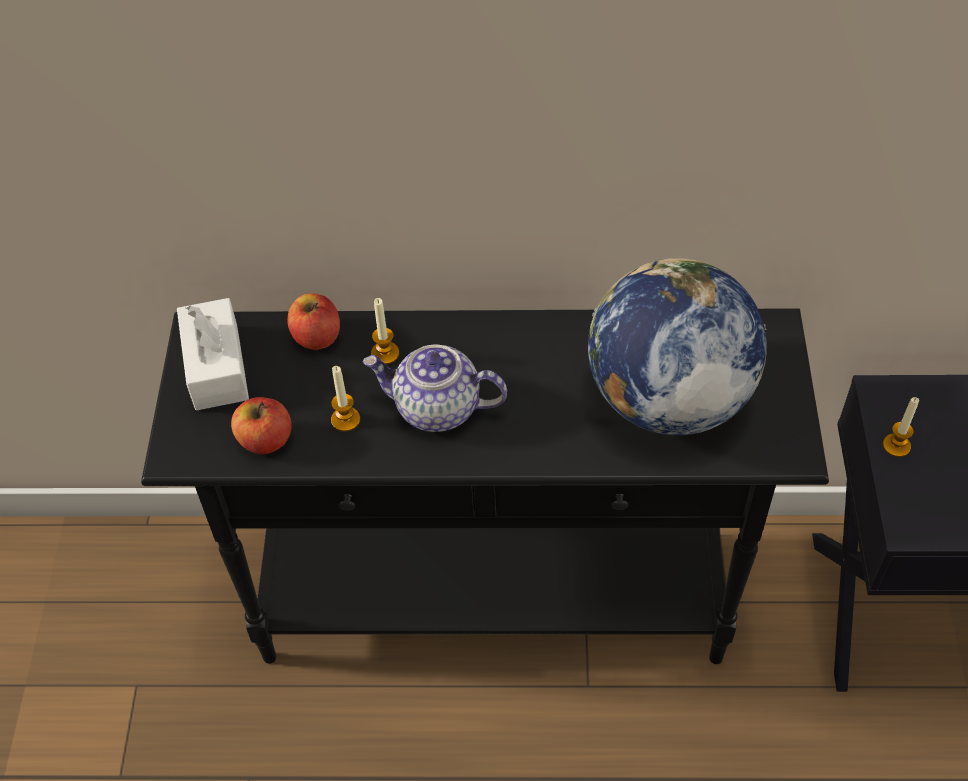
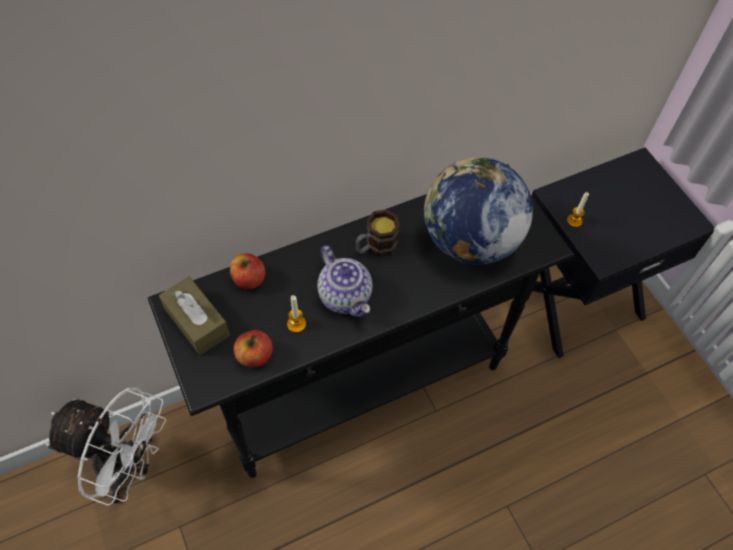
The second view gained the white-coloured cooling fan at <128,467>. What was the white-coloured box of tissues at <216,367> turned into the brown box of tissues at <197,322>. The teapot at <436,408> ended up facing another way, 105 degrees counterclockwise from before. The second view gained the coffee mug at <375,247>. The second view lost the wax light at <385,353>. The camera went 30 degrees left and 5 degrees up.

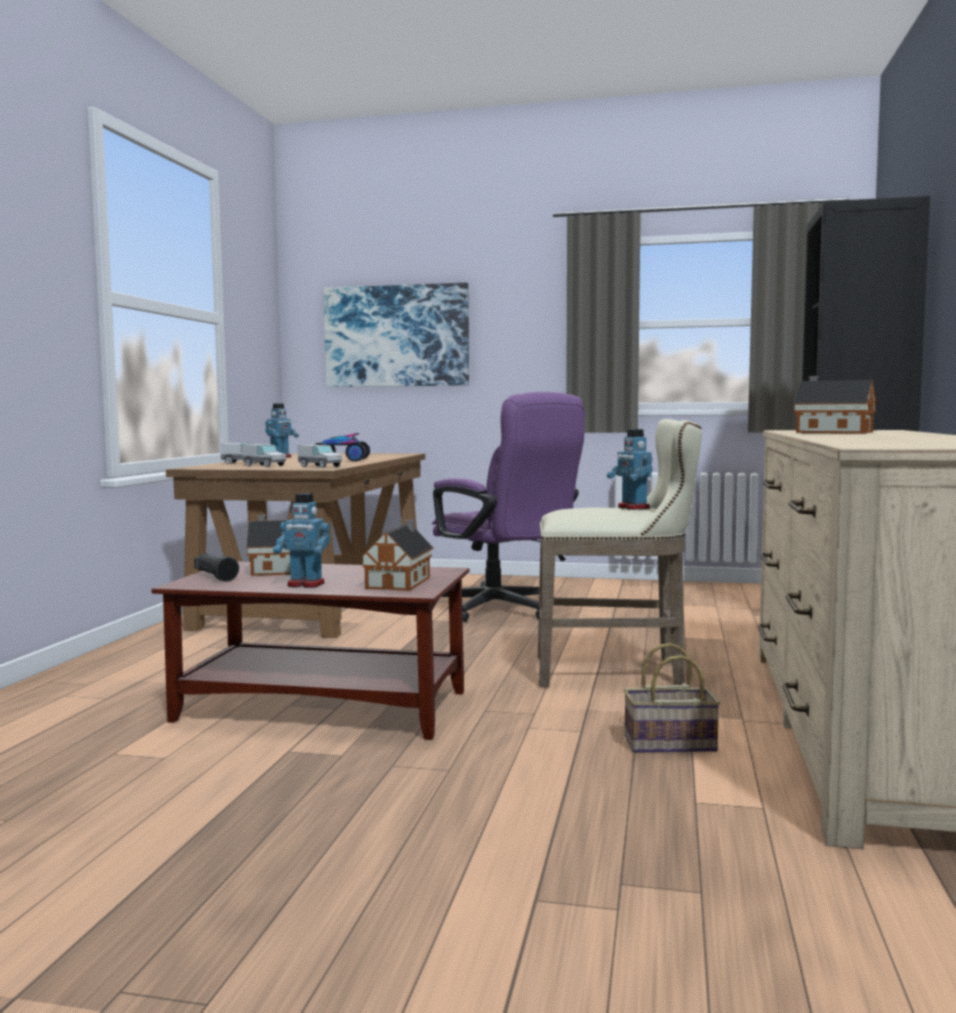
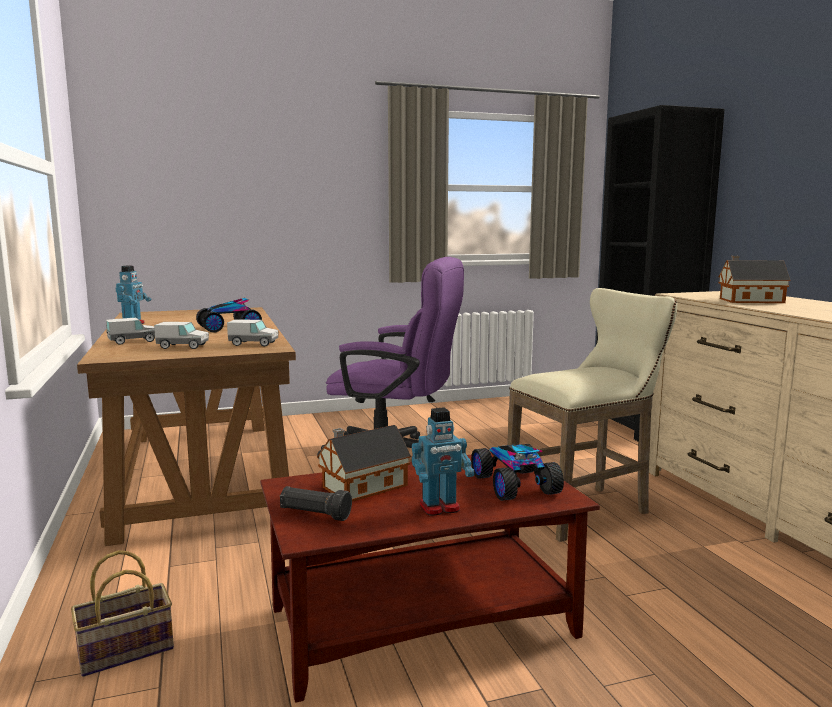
The storage basket ended up elsewhere, having gone from <668,744> to <123,652>. Where the miniature house stood at <400,582>, the model car came to stand at <516,484>. The second view lost the picture at <396,336>. The second view lost the toy robot at <632,508>. The camera went 30 degrees left and 5 degrees up.

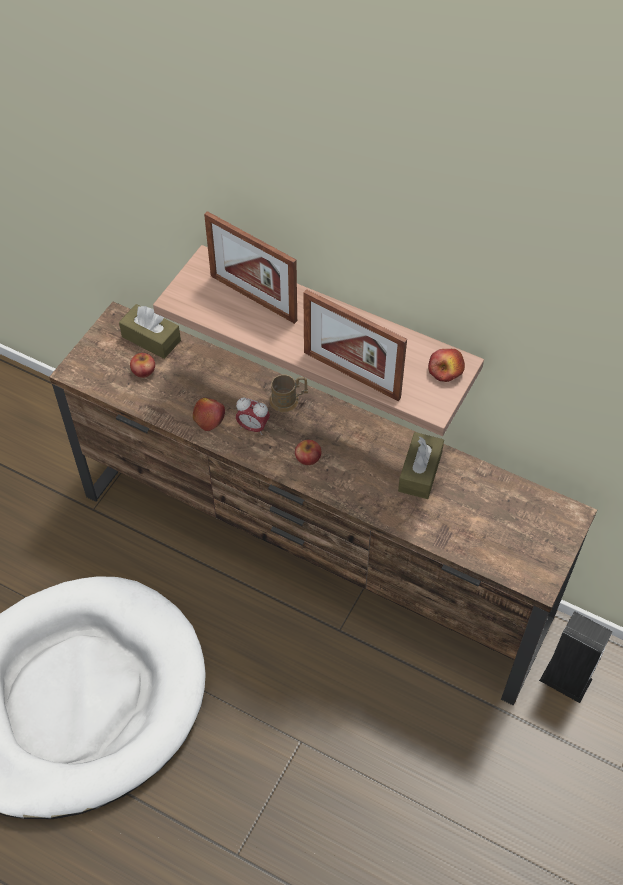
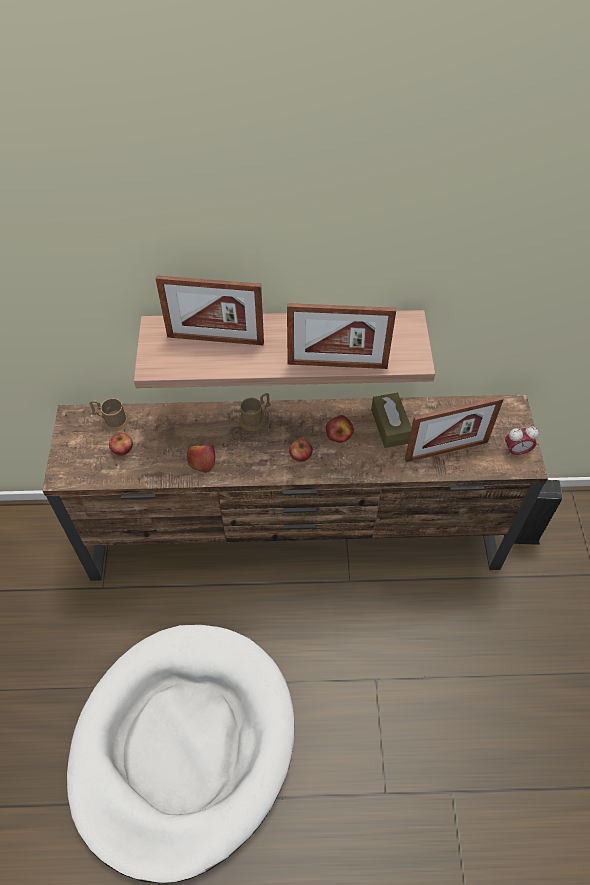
Where the brown box of tissues stood at <151,339>, the brown coffee mug came to stand at <111,420>. The apple fruit ended up elsewhere, having gone from <446,370> to <339,433>. The second view gained the standing frame at <446,451>. The alarm clock ended up elsewhere, having gone from <253,427> to <516,451>. The camera went 30 degrees left and 0 degrees up.

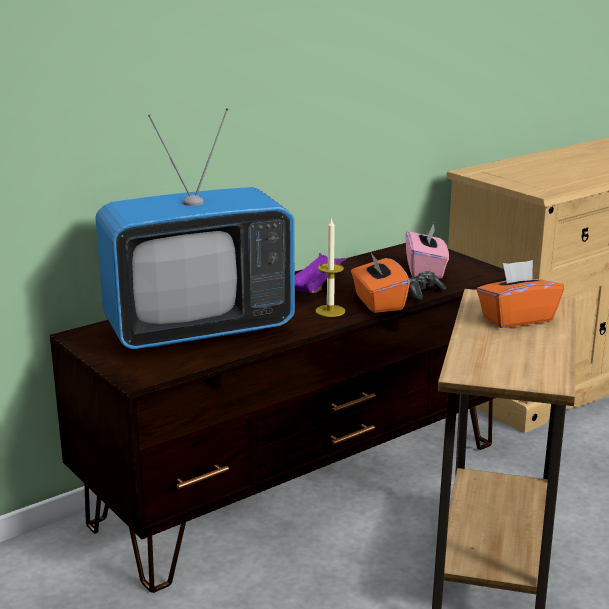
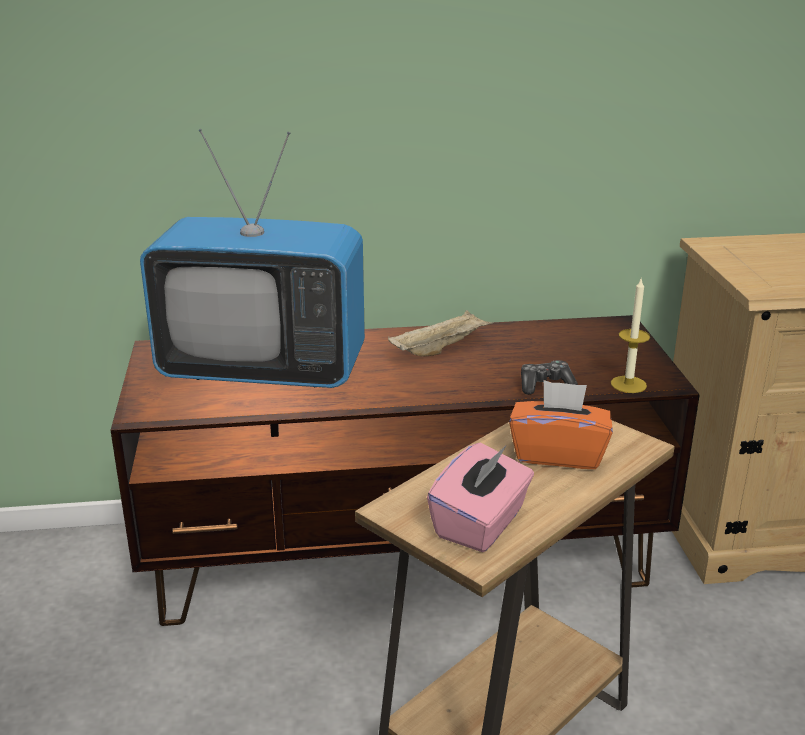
What was the purplish serving tray at <316,286> turned into the beige serving tray at <440,348>. The pink box of tissues ended up elsewhere, having gone from <425,271> to <481,524>. The wax light ended up elsewhere, having gone from <330,311> to <628,384>. The second view lost the orangey box of tissues at <378,302>. The camera went 30 degrees right and 5 degrees up.

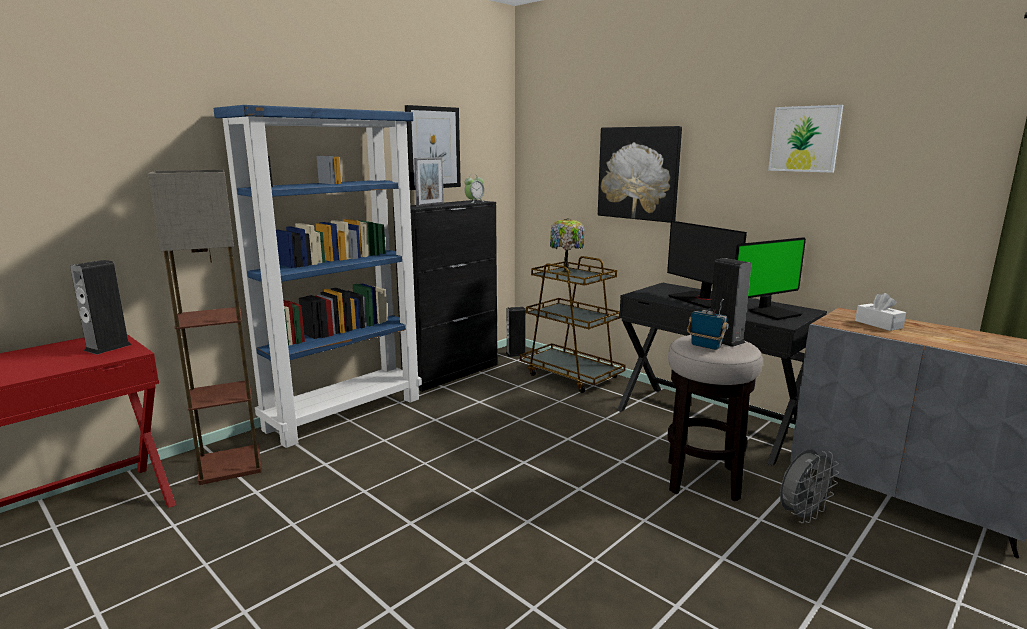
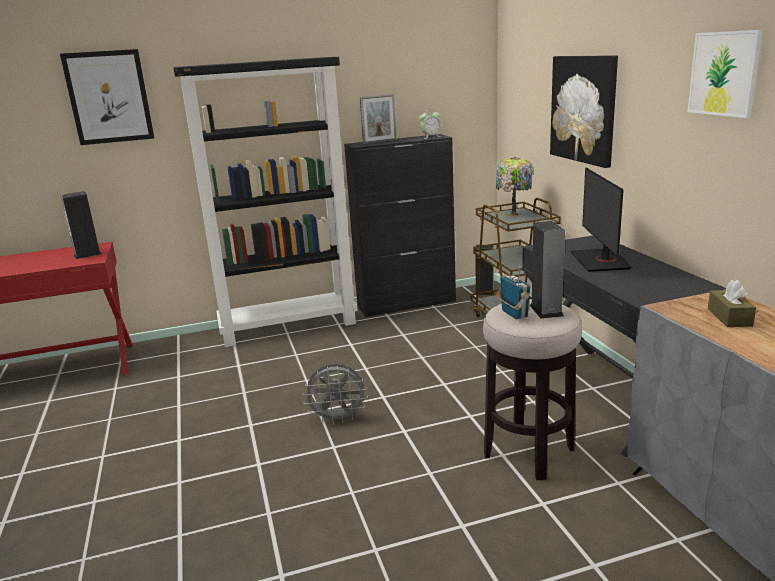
The picture ended up elsewhere, having gone from <432,148> to <109,97>. What was the blue bookshelf at <345,413> turned into the black bookshelf at <289,326>. The gray cooling fan ended up elsewhere, having gone from <802,515> to <338,419>. What was the white-coloured box of tissues at <878,324> turned into the brown box of tissues at <729,317>. The second view lost the floor lamp at <231,464>. The second view lost the monitor at <773,313>. The camera went 30 degrees right and 5 degrees up.

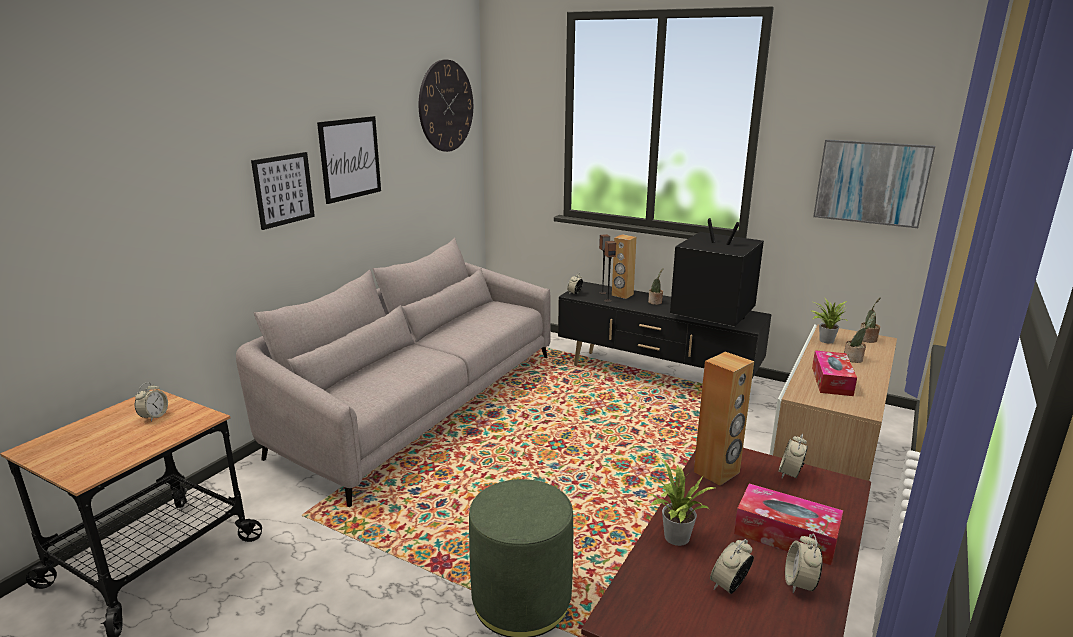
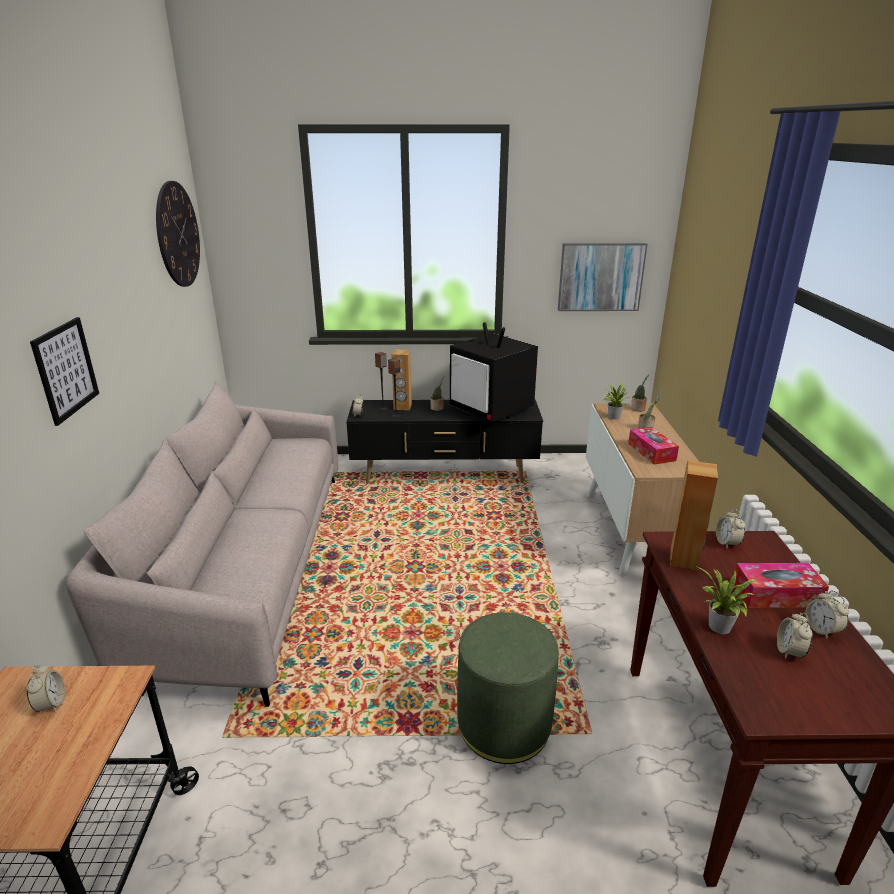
The TV at <711,314> ended up facing another way, 135 degrees counterclockwise from before. The second view lost the picture at <350,158>. The camera went 30 degrees left and 5 degrees up.

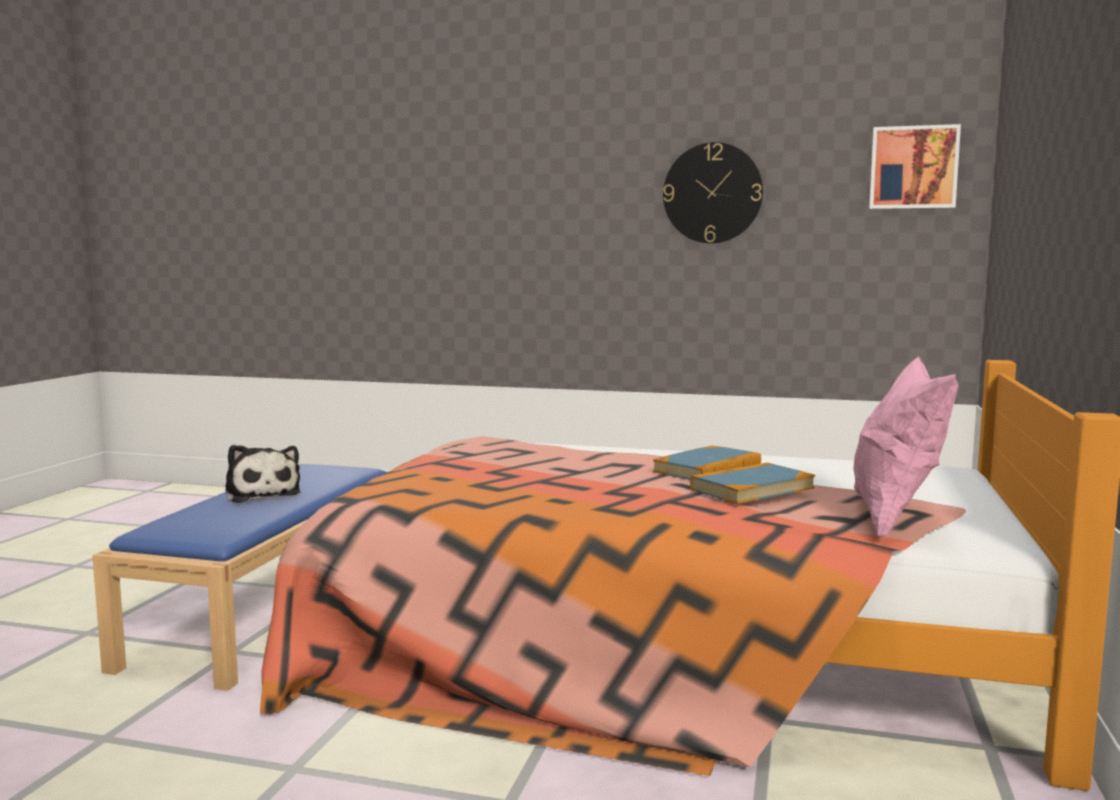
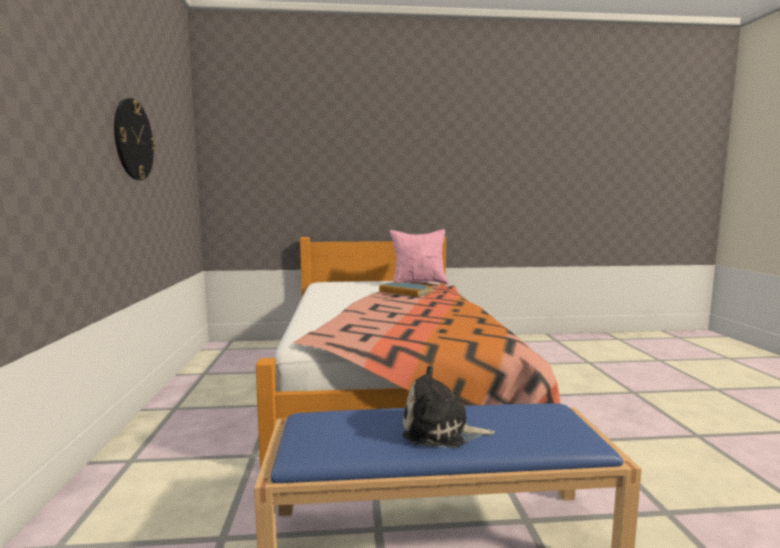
The soft toy at <262,494> ended up facing another way, 120 degrees counterclockwise from before. The second view lost the book at <707,469>. The second view lost the picture at <913,168>. The camera went 110 degrees left and 0 degrees up.

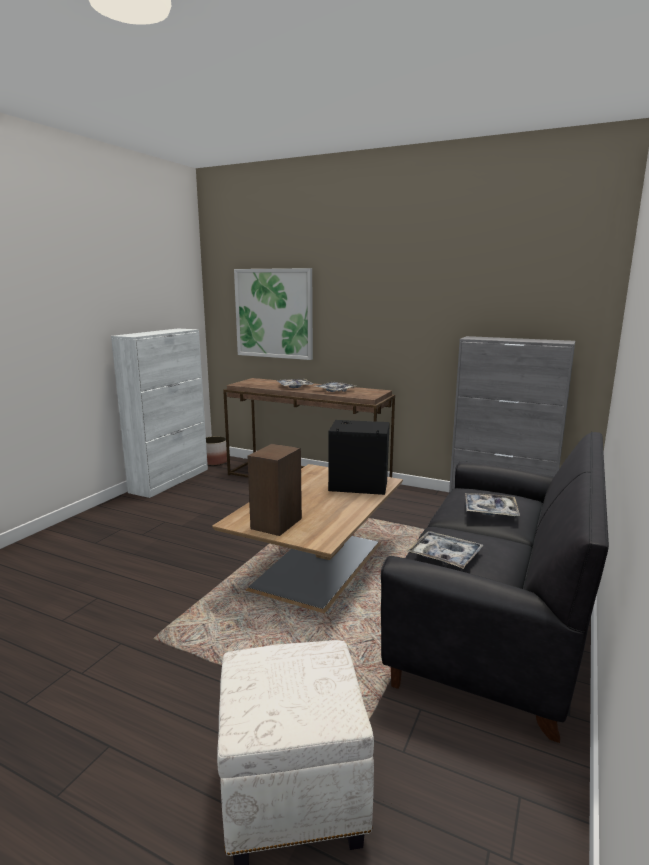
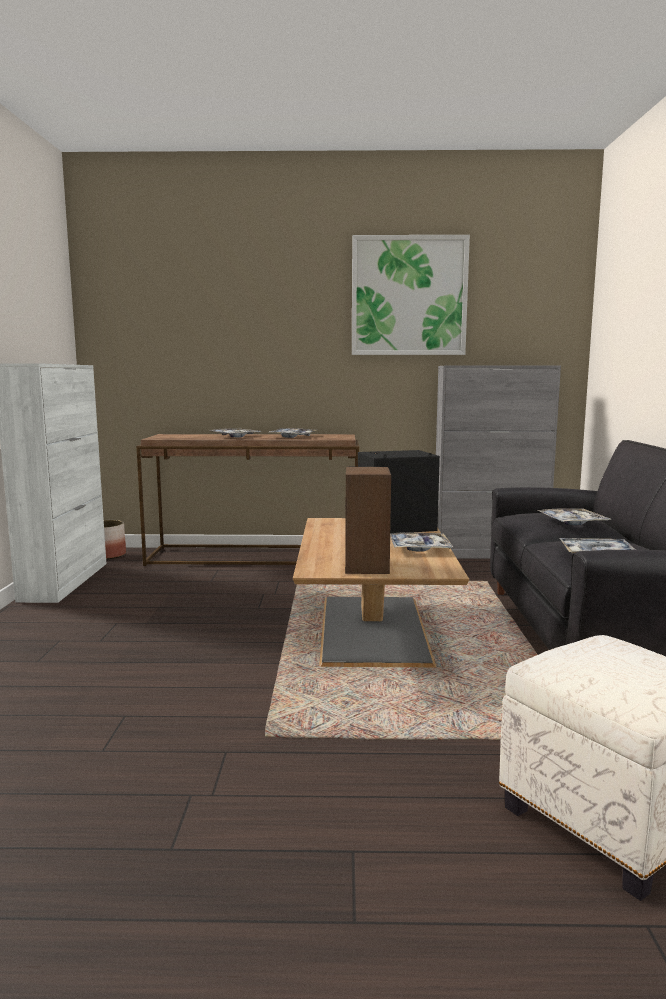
The picture ended up elsewhere, having gone from <274,313> to <409,296>. The second view gained the serving tray at <419,548>. The camera went 25 degrees left and 5 degrees down.

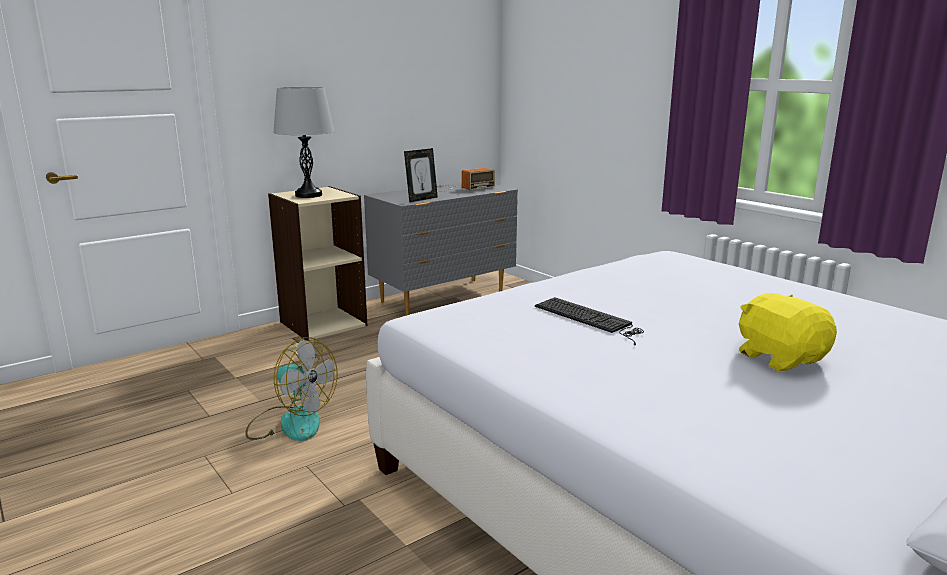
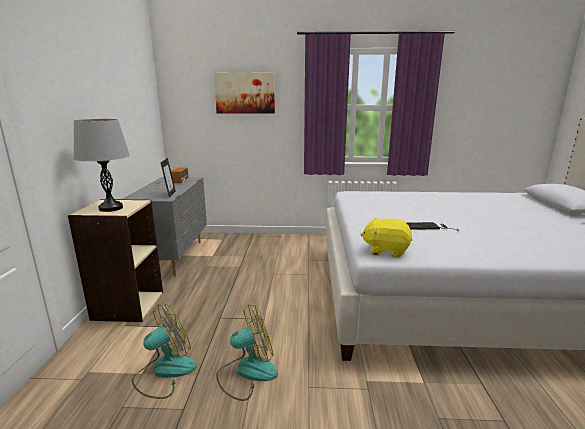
The second view gained the cooling fan at <164,372>. The second view gained the picture at <245,93>. The yellow-coloured soft toy ended up elsewhere, having gone from <780,358> to <386,250>. The camera went 50 degrees left and 0 degrees up.

